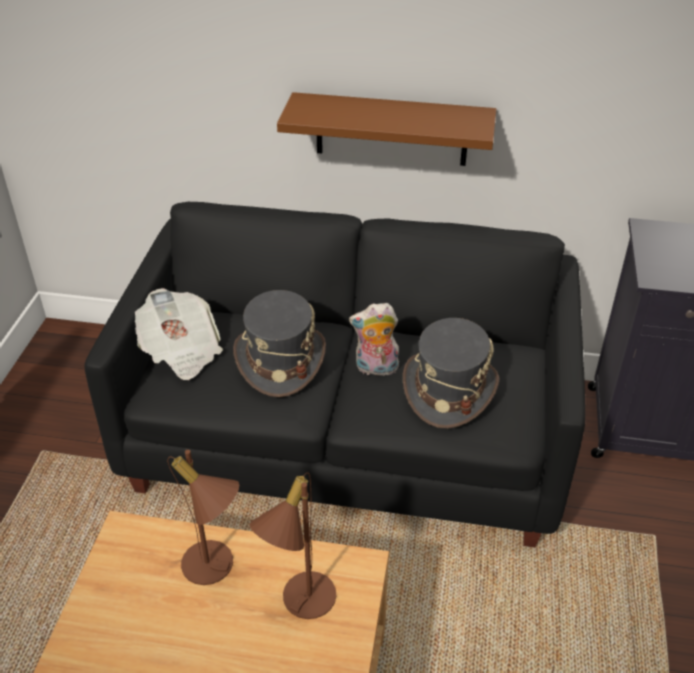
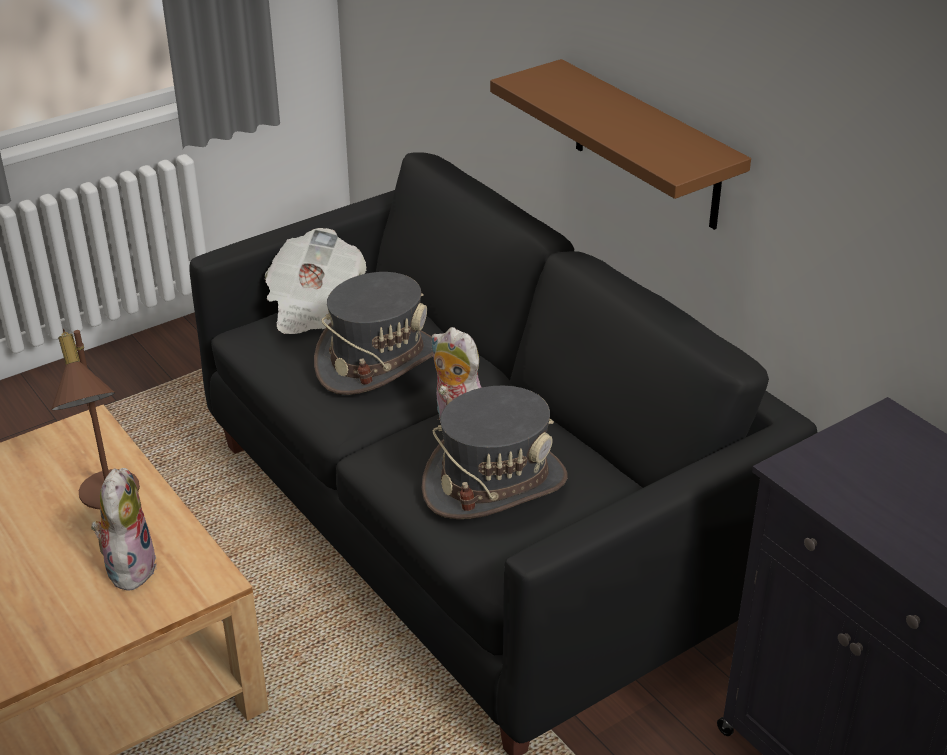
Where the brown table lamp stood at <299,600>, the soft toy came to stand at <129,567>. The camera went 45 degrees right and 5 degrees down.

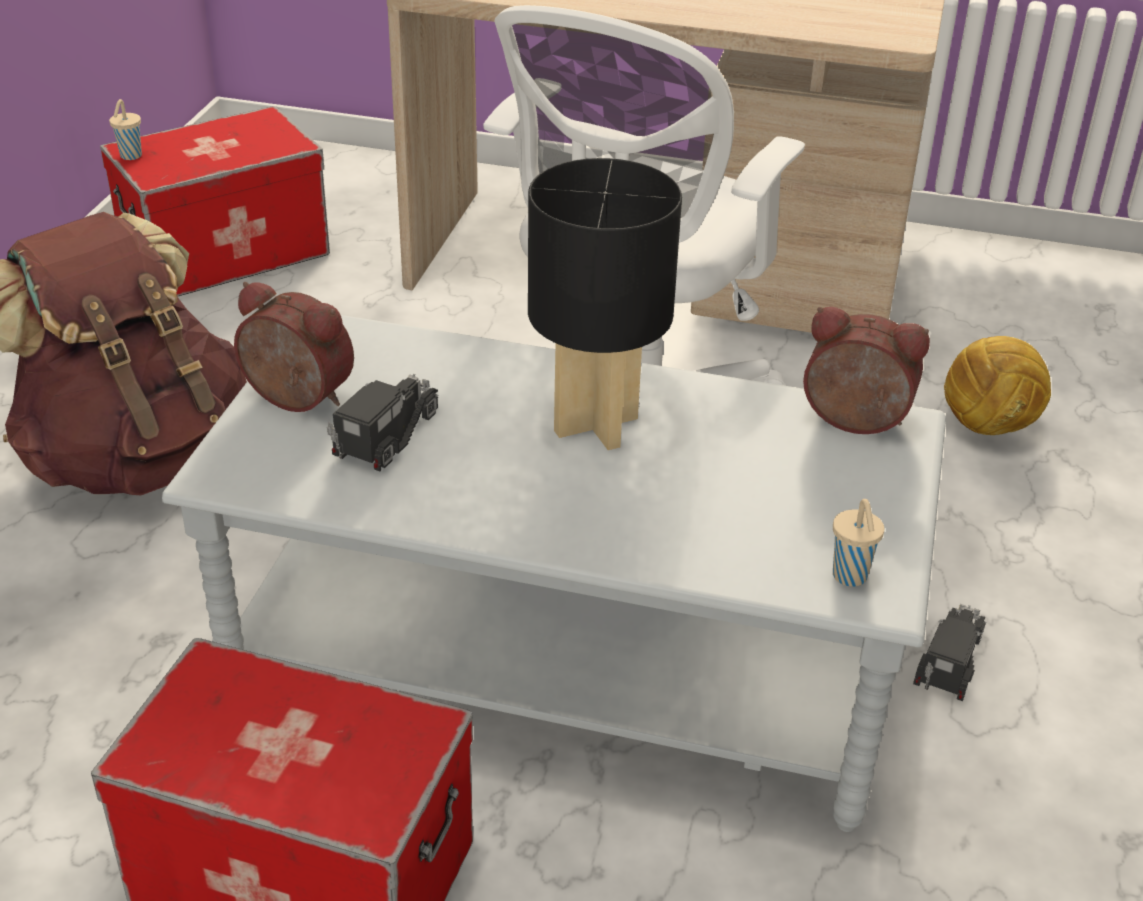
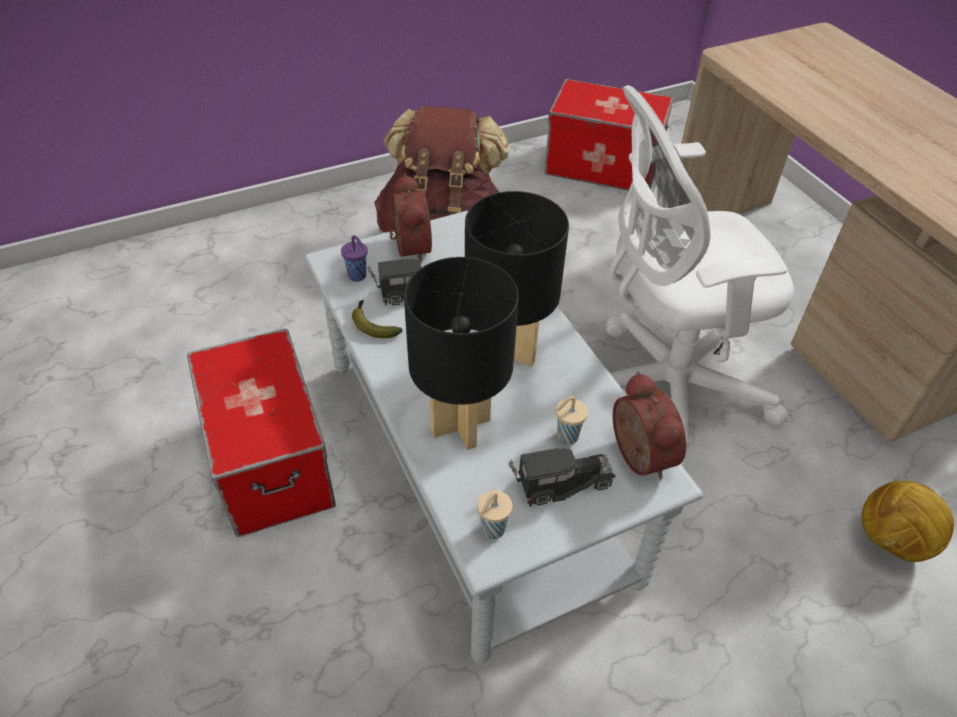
The second view gained the purplish drinking cup at <358,276>. The second view gained the banana at <373,324>. The second view gained the black table lamp at <461,426>. The toy lorry ended up elsewhere, having gone from <949,666> to <559,484>. The beige drinking cup ended up elsewhere, having gone from <130,156> to <566,436>. The camera went 50 degrees right and 10 degrees up.

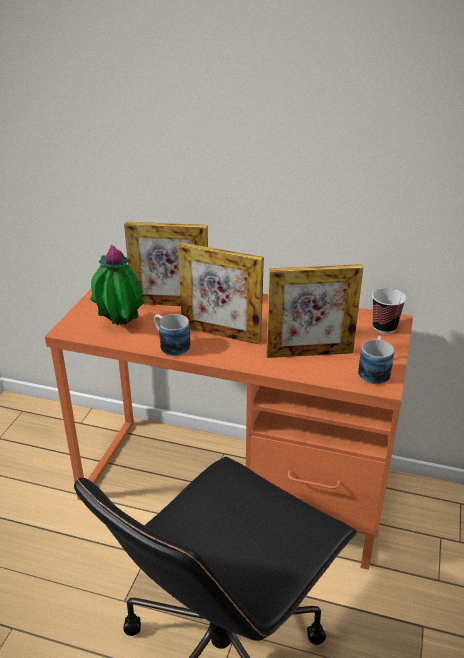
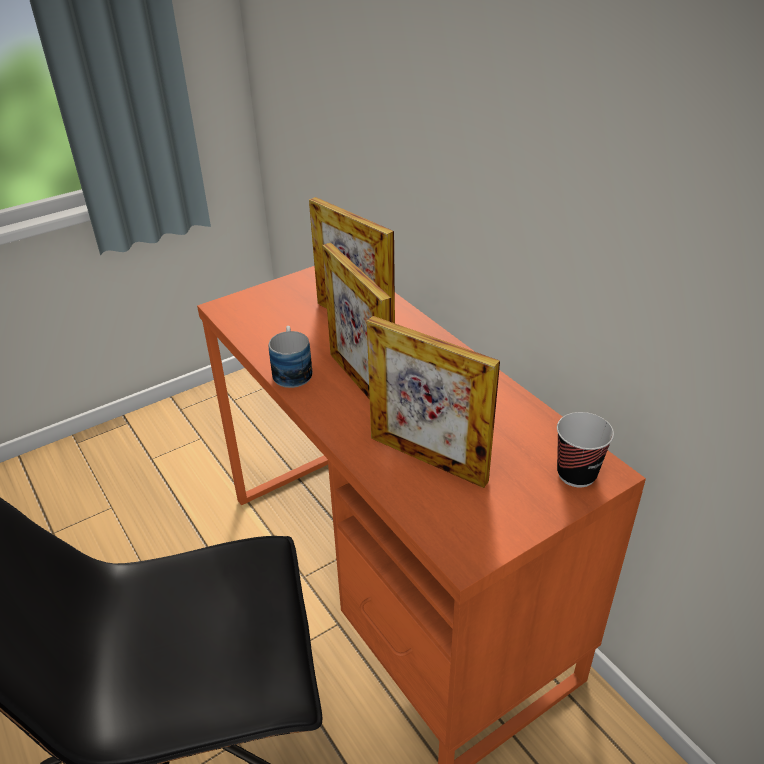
The second view lost the potted plant at <120,326>. The second view lost the coffee mug at <374,370>. The camera went 40 degrees right and 5 degrees up.

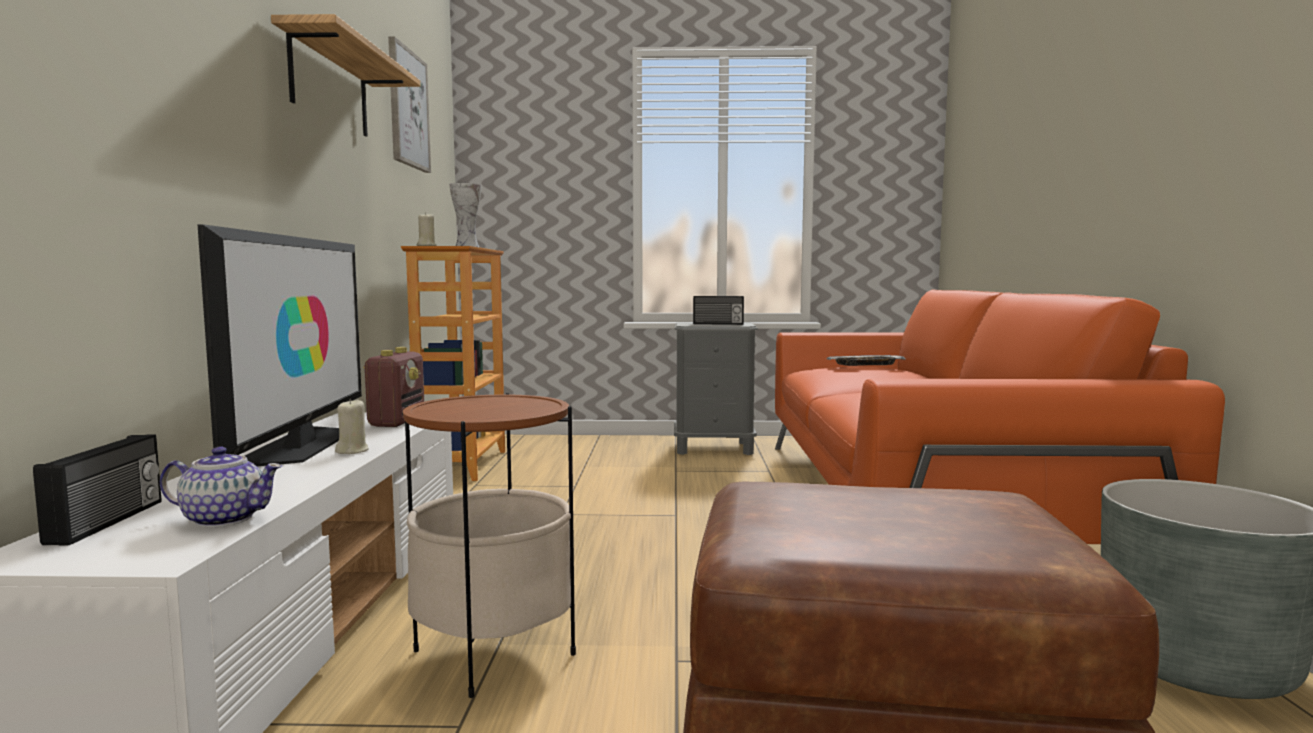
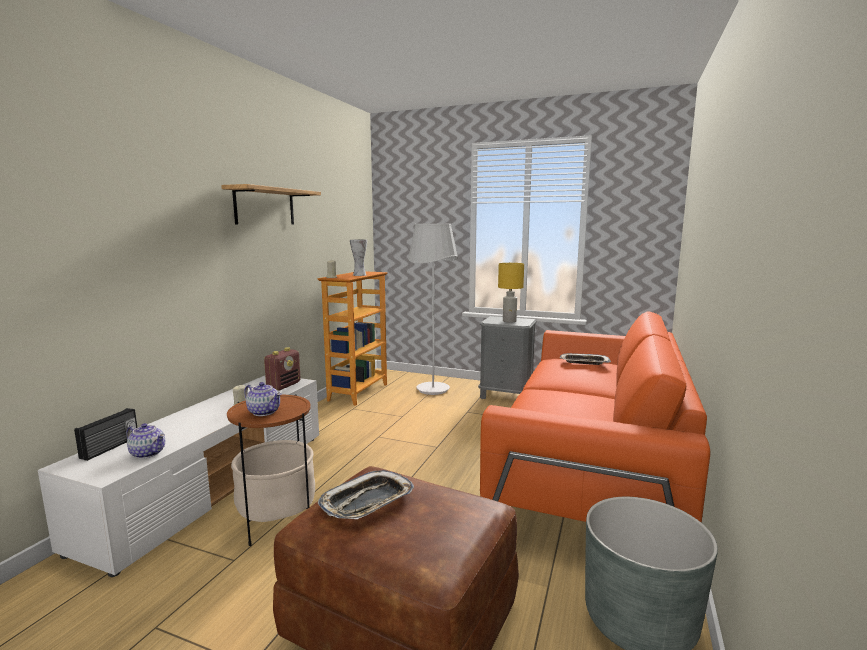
The second view gained the teapot at <264,412>. The second view gained the serving tray at <367,502>. The second view gained the white-coloured floor lamp at <432,389>. Where the radio receiver stood at <718,324>, the yellow-coloured table lamp came to stand at <509,321>. The second view lost the TV at <300,446>. The second view lost the picture at <407,109>. The camera went 20 degrees right and 5 degrees up.

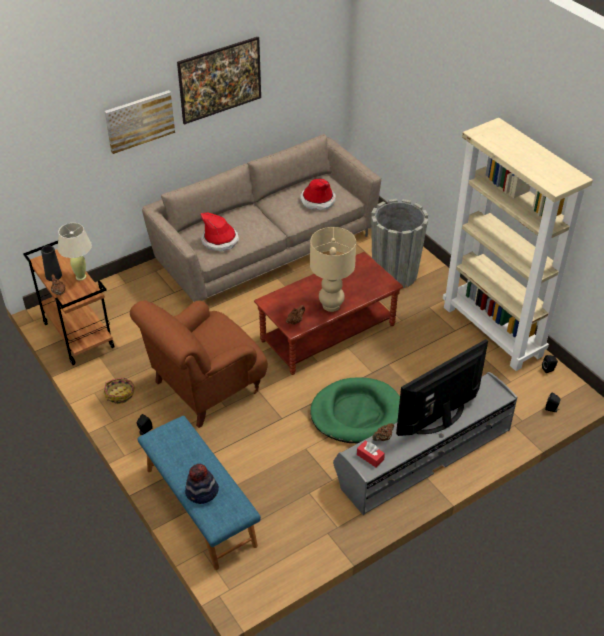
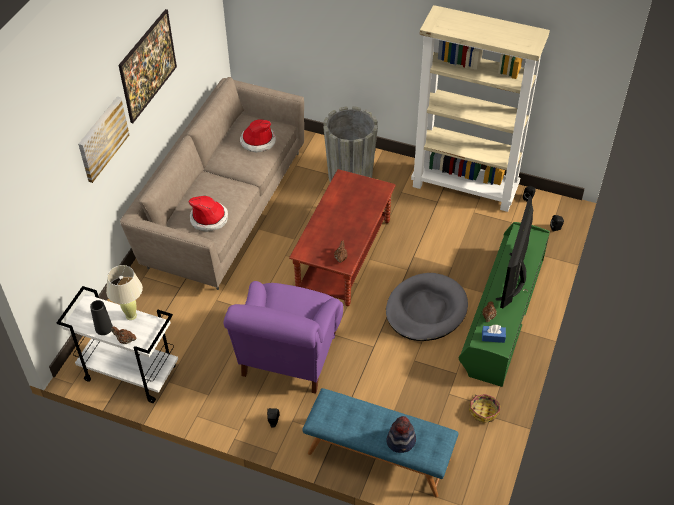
What was the brown wheeled cart at <77,335> turned into the white-coloured wheeled cart at <129,374>. What was the brown armchair at <205,388> turned into the purplish armchair at <288,357>. What was the green dog cushion at <356,413> turned into the gray dog cushion at <426,310>. What was the gray tv stand at <423,454> turned into the green tv stand at <501,314>. The storage basket ended up elsewhere, having gone from <120,394> to <483,411>. What was the reddish box of tissues at <370,457> turned into the blue box of tissues at <493,337>. The second view lost the beige table lamp at <331,305>. The camera went 35 degrees left and 5 degrees up.

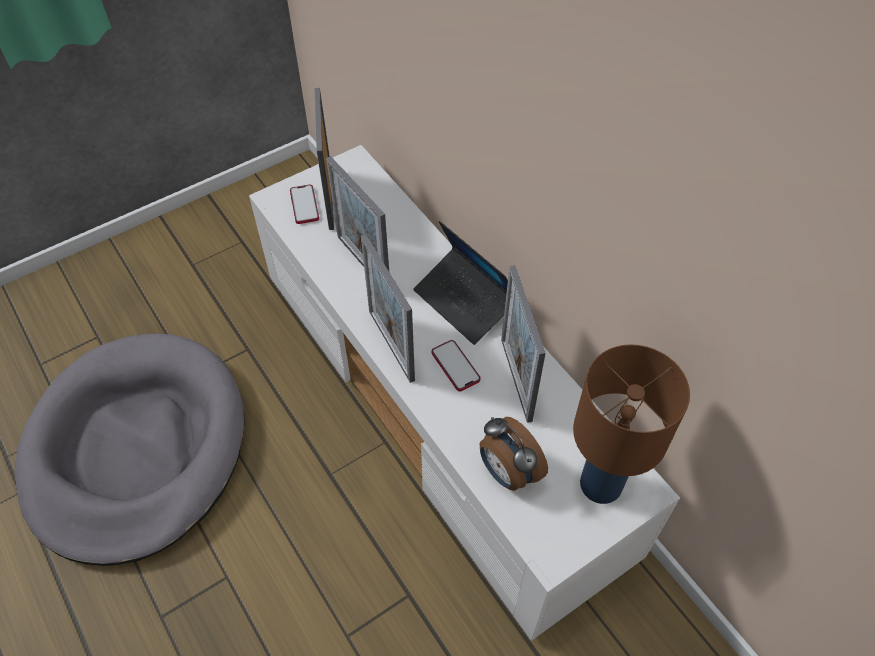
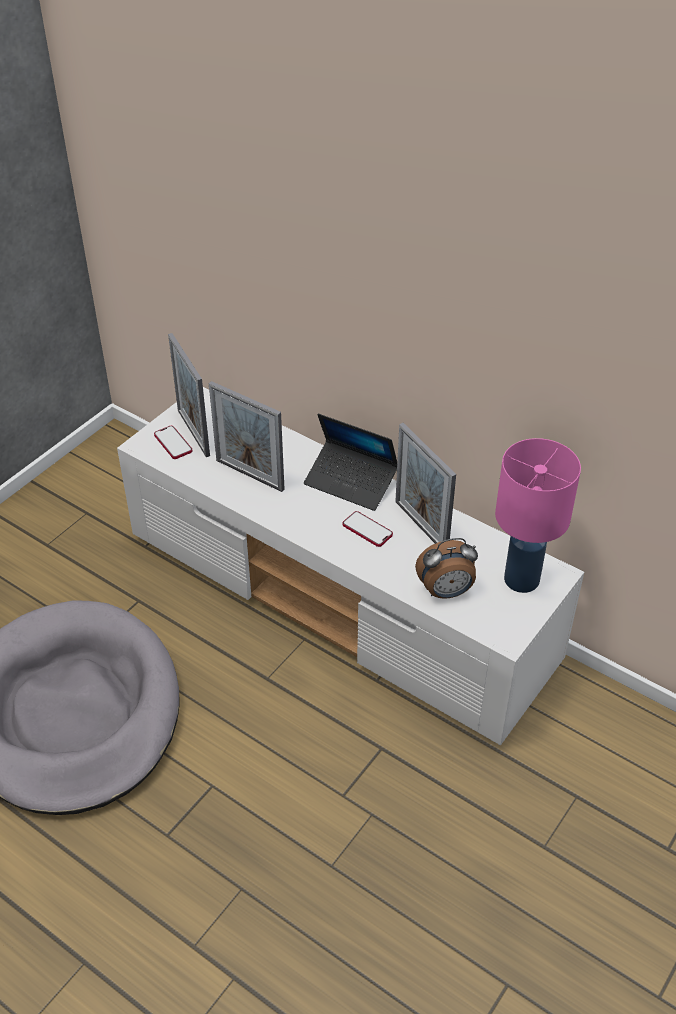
The alarm clock at <507,472> ended up facing another way, 45 degrees counterclockwise from before. What was the brown table lamp at <601,483> turned into the pink table lamp at <521,578>. The second view lost the standing frame at <391,345>. The camera went 20 degrees left and 10 degrees down.

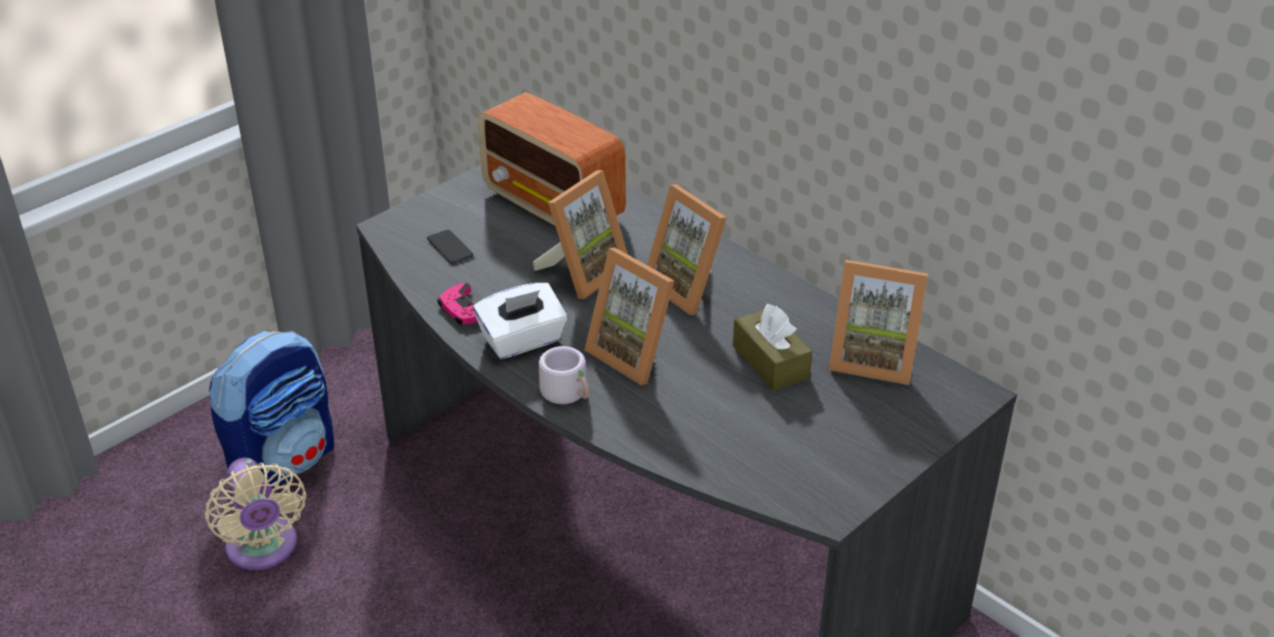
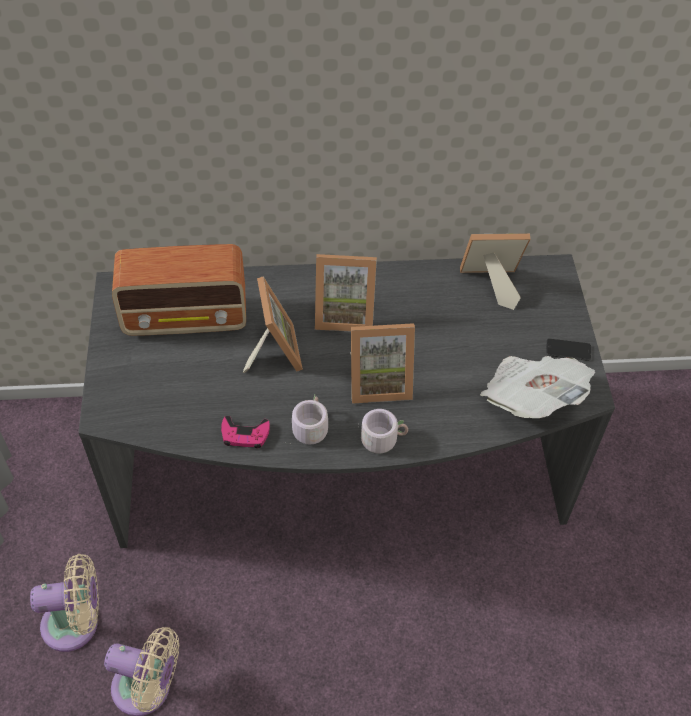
Where the knapsack stood at <284,462>, the beige cooling fan came to stand at <76,623>. Where the white-coloured box of tissues stood at <522,341>, the gray coffee mug came to stand at <309,427>. The standing frame at <873,359> ended up facing another way, 150 degrees counterclockwise from before. The second view gained the printed paper at <531,398>. The telephone ended up elsewhere, having gone from <450,247> to <568,350>. The second view lost the brown box of tissues at <770,362>. The camera went 50 degrees left and 15 degrees up.

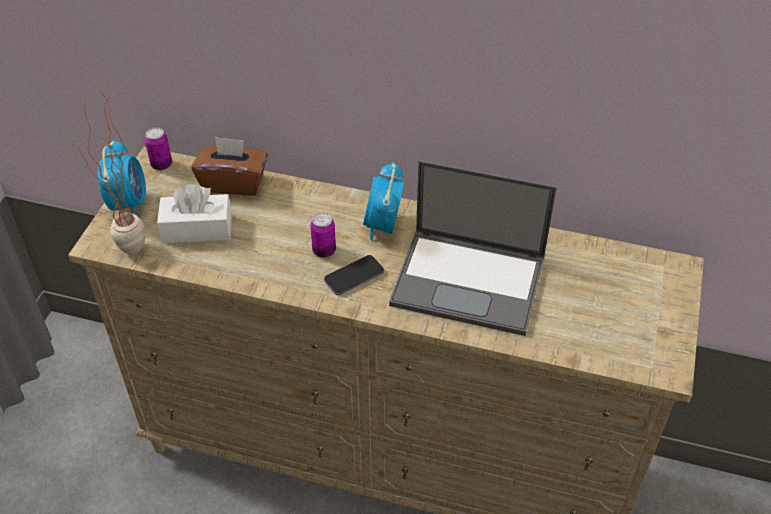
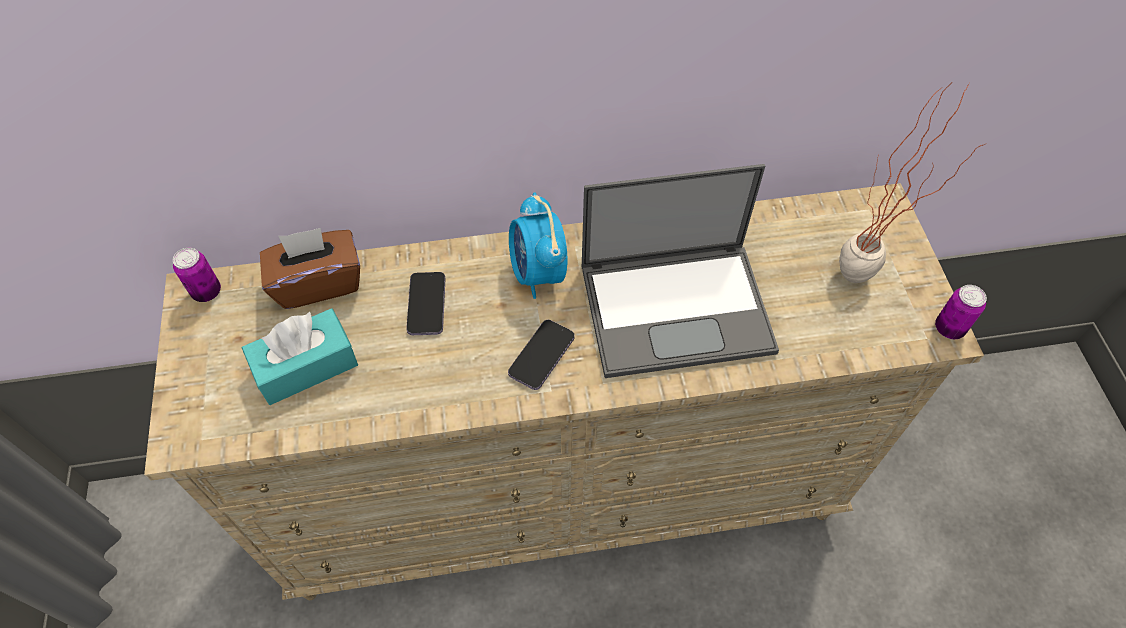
What was the white-coloured box of tissues at <197,229> turned into the turquoise box of tissues at <306,366>. The second view gained the telephone at <426,305>. The potted plant ended up elsewhere, having gone from <130,257> to <860,286>. The metal can ended up elsewhere, having gone from <324,251> to <949,328>. The second view lost the alarm clock at <128,203>. The camera went 25 degrees left and 10 degrees up.

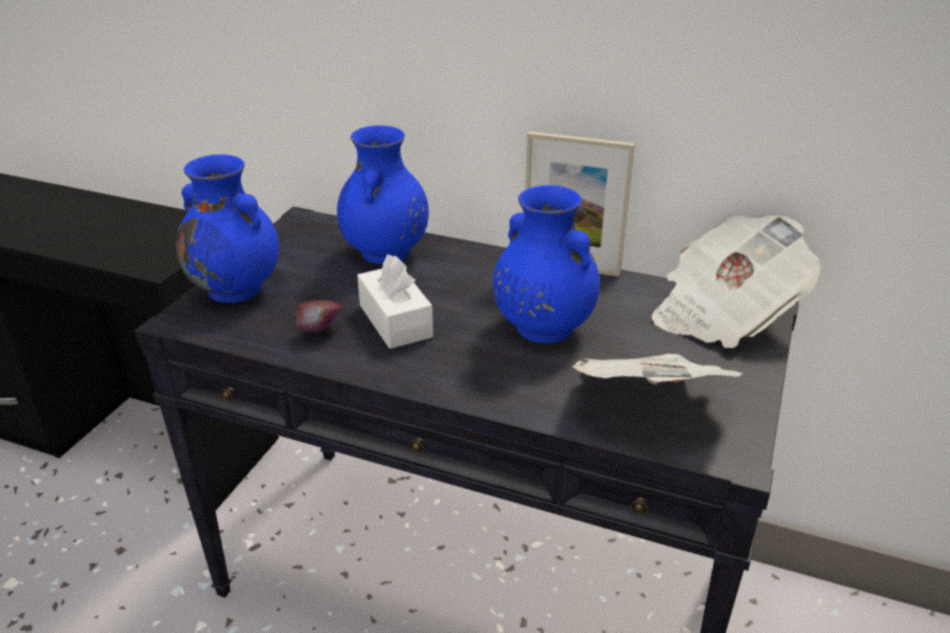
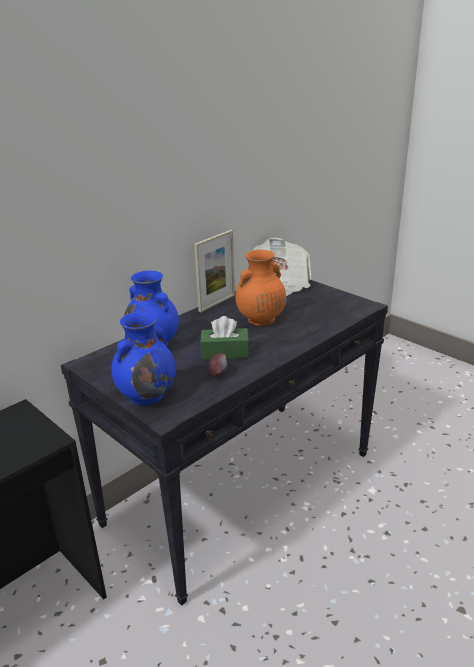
What was the white-coloured box of tissues at <395,321> turned into the green box of tissues at <225,352>. What was the blue flower vase at <542,327> turned into the orangey flower vase at <260,320>. The second view lost the printed paper at <650,403>. The camera went 65 degrees left and 5 degrees down.

